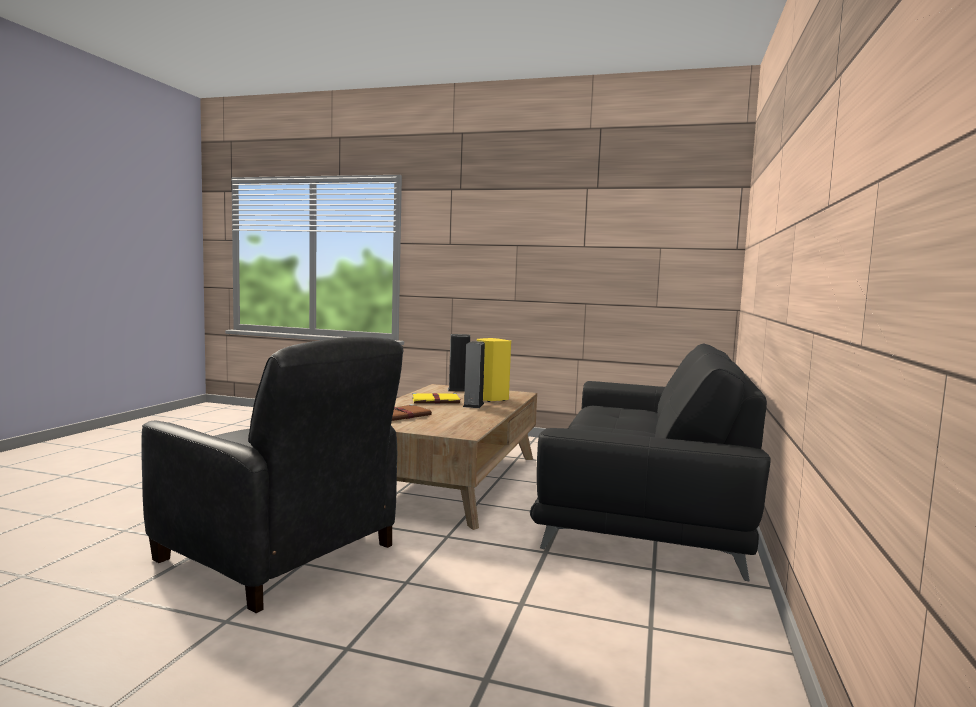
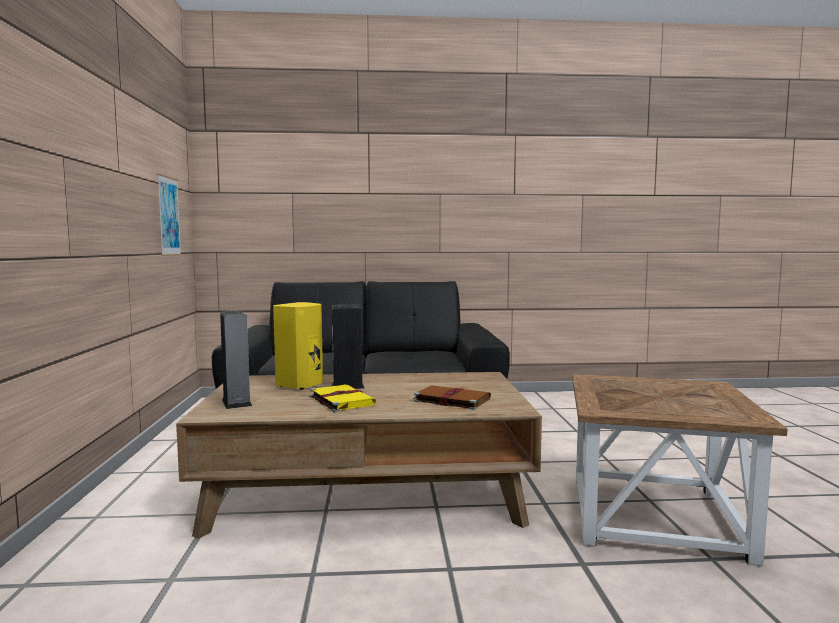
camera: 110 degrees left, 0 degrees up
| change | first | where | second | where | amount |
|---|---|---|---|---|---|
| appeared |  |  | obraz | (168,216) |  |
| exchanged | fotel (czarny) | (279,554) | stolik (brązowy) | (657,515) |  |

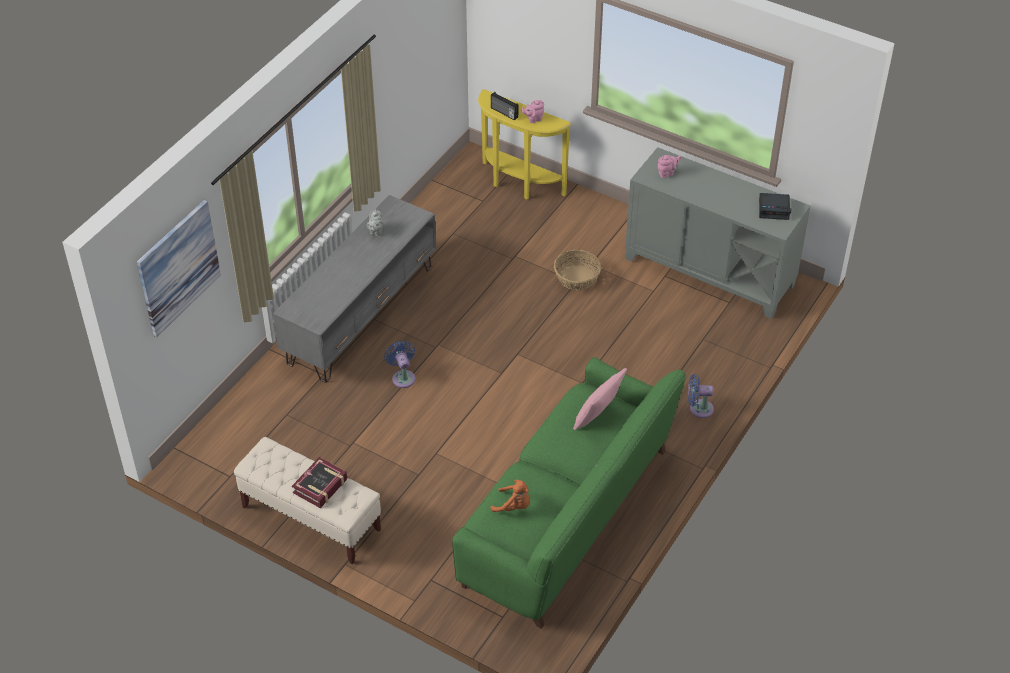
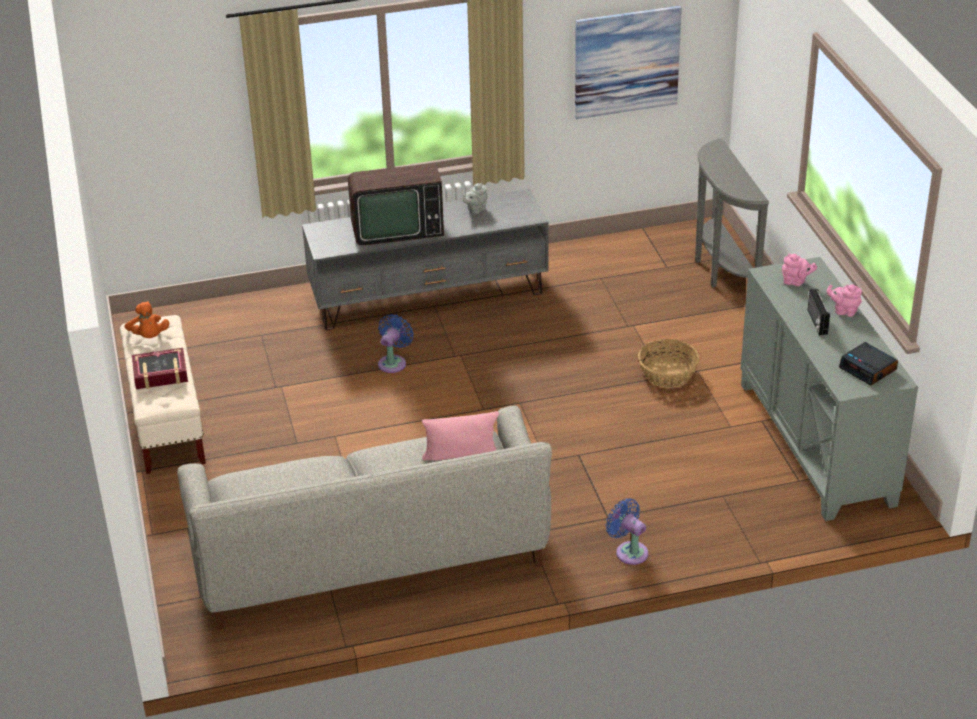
camera: 45 degrees right, 10 degrees down
| change | first | where | second | where | amount |
|---|---|---|---|---|---|
| relocated | pluszak (pomarańczowy) | (514,506) |  | (149,336) |  |
| colour | kanapa (zielony) | (567,517) | kanapa (szary) | (370,559) |  |
| appeared |  |  | telewizor | (395,228) |  |
| relocated | obraz | (178,267) |  | (626,61) |  |
| colour | stolik konsolowy (żółty) | (518,185) | stolik konsolowy (szary) | (720,271) |  |
| relocated | radio | (504,113) |  | (816,322) |  |
| relocated | imbryk (różowy) | (533,119) |  | (844,311) |  |

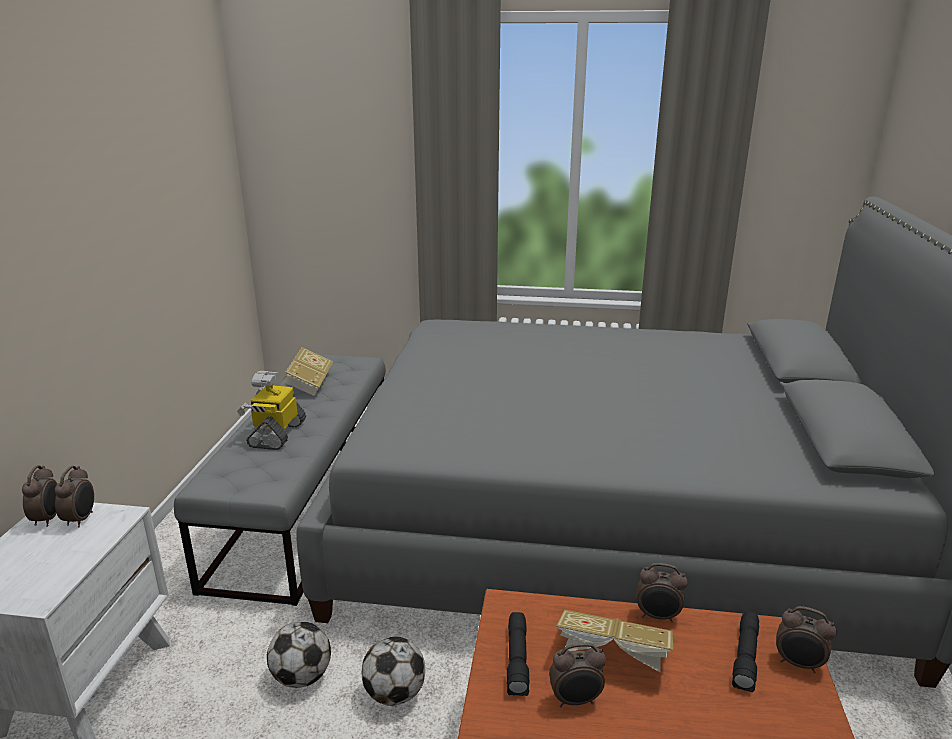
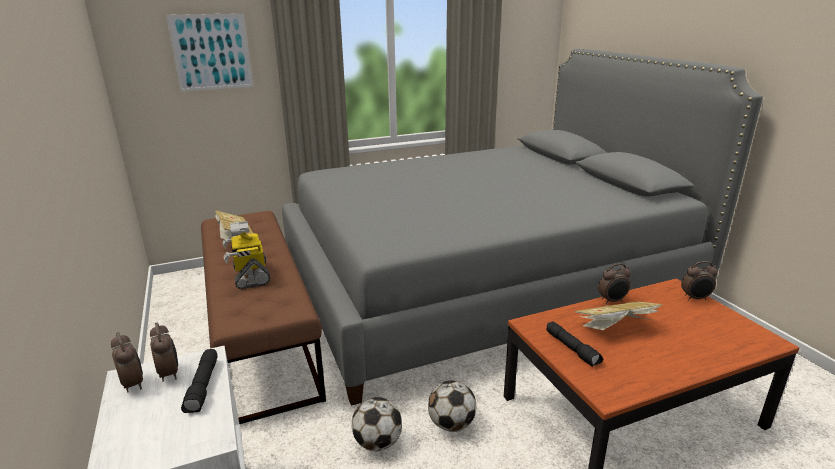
camera: 30 degrees left, 0 degrees up
| change | first | where | second | where | amount |
|---|---|---|---|---|---|
| appeared |  |  | obraz | (211,52) |  |
| relocated | latarka (czarny) | (746,658) |  | (203,386) |  |
| colour | ławka (szary) | (306,500) | ławka (brązowy) | (260,332) |  |
| missing | budzik | (575,701) |  |  |  |

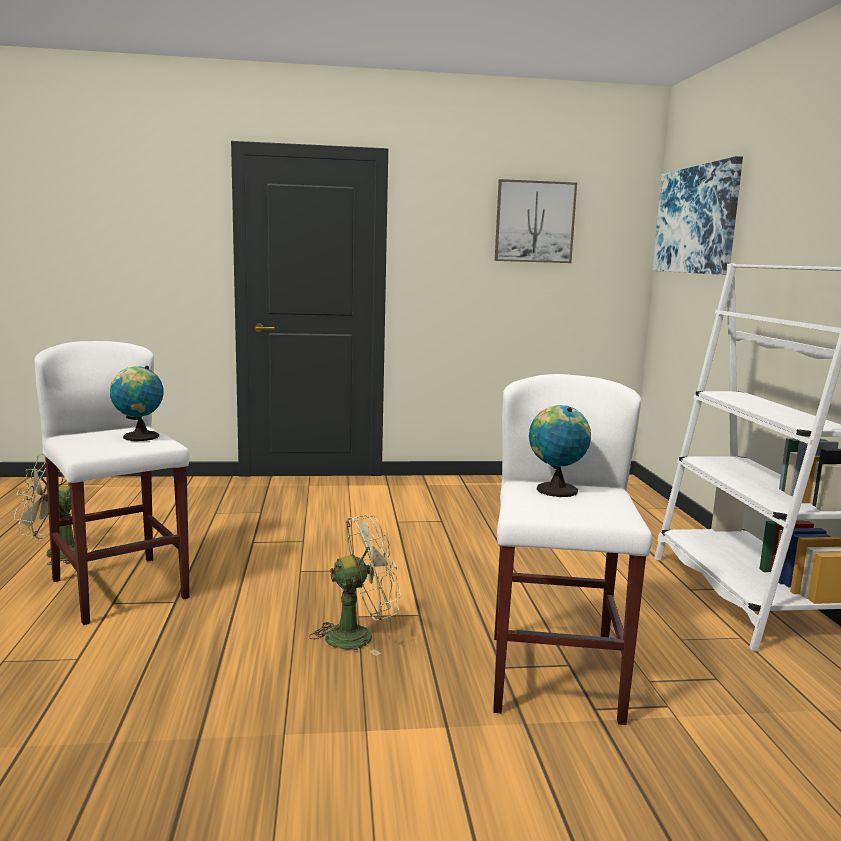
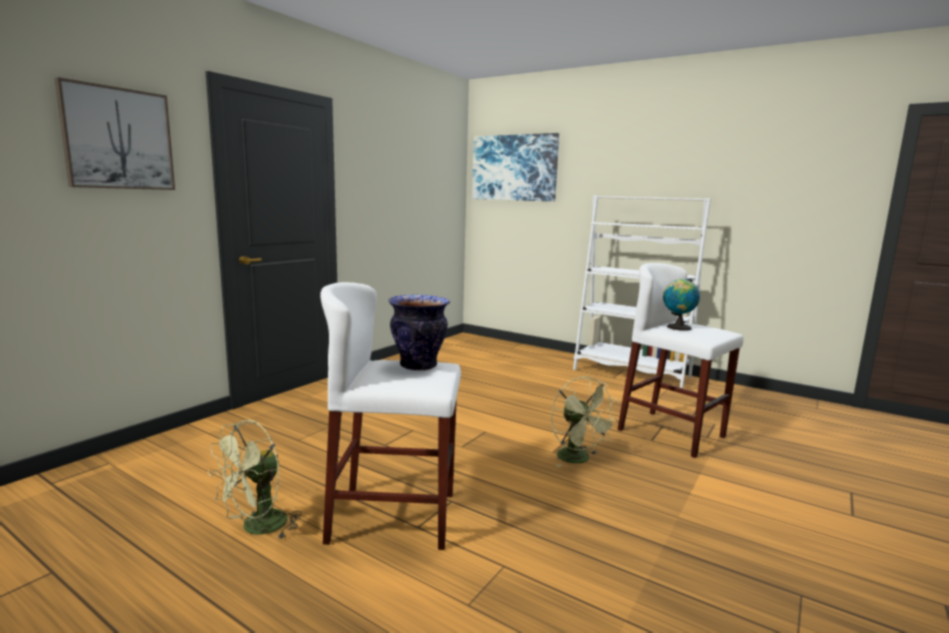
camera: 50 degrees left, 0 degrees up
| change | first | where | second | where | amount |
|---|---|---|---|---|---|
| relocated | obraz | (534,222) |  | (118,139) |  |
| exchanged | globus | (138,437) | wazon | (419,366) |  |
| spun | wentylator (zielony) | (359,635) |  | (579,460) | 135 degrees clockwise |

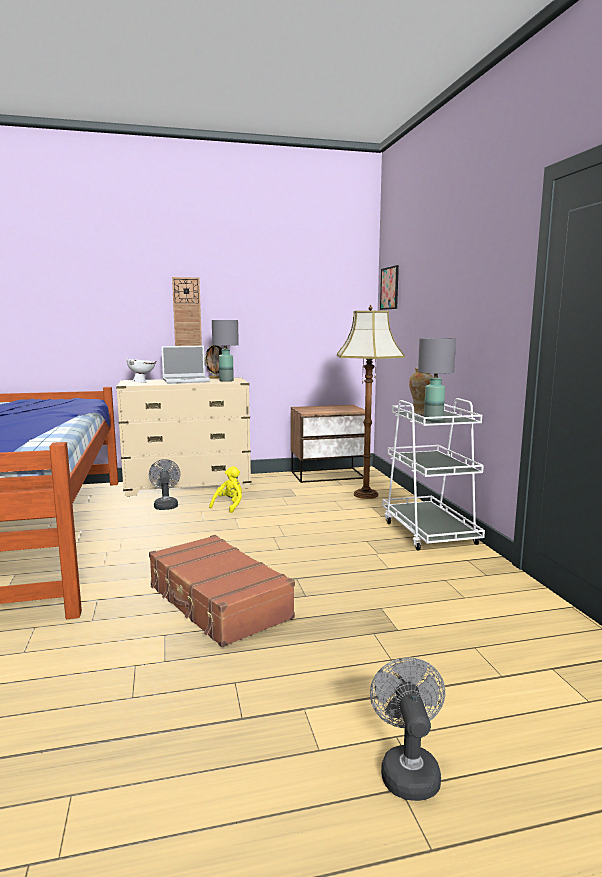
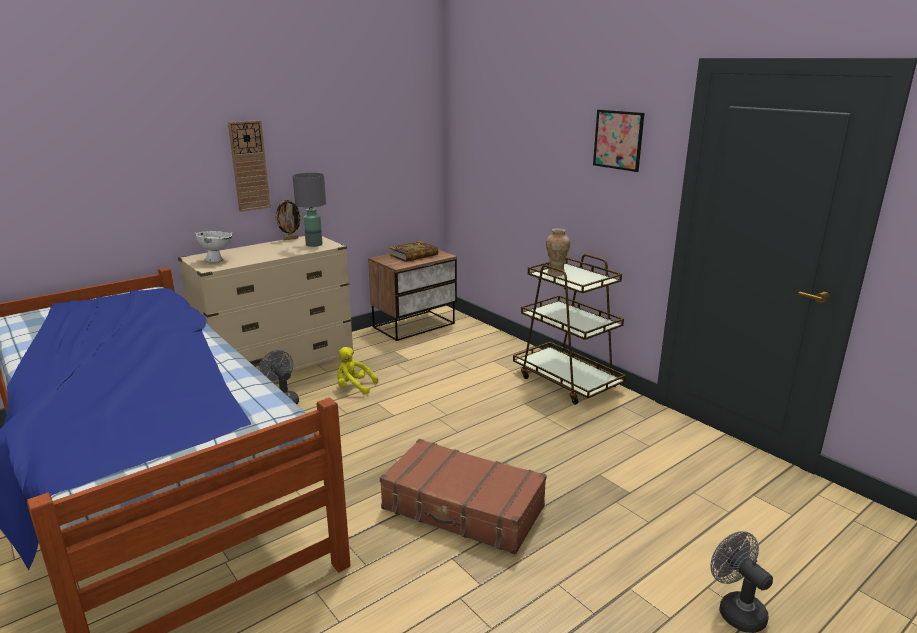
camera: 25 degrees left, 10 degrees up
| change | first | where | second | where | amount |
|---|---|---|---|---|---|
| spun | pluszak (żółty) | (229,506) |  | (354,387) | 75 degrees counterclockwise |
| appeared |  |  | książka | (414,255) |  |
| colour | wózek (biały) | (428,532) | wózek (brązowy) | (567,381) |  |
| relocated | obraz | (389,288) |  | (618,140) |  |
| missing | laptop | (186,381) |  |  |  |
| missing | lampa stojąca | (367,494) |  |  |  |
| missing | lampa stołowa (szary) | (433,419) |  |  |  |

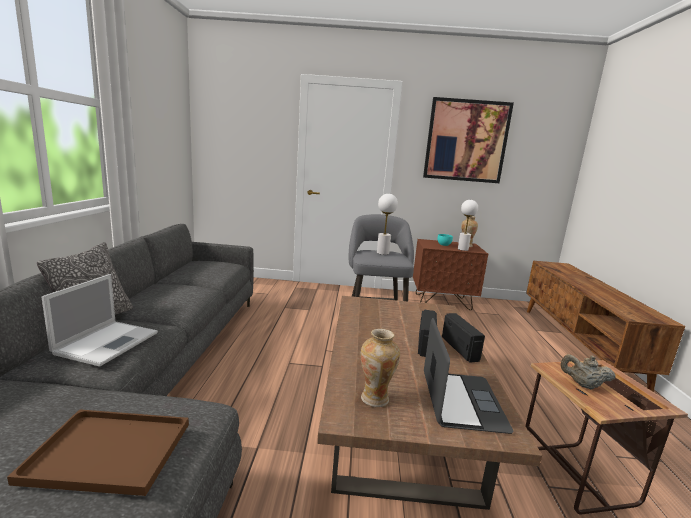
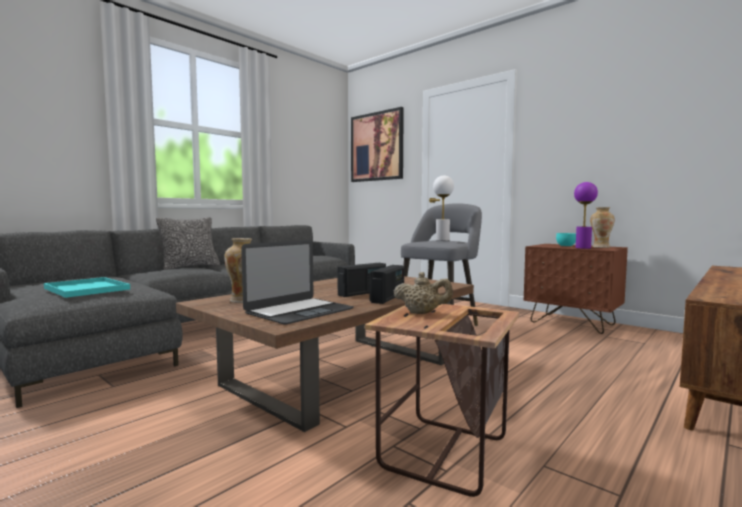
camera: 40 degrees right, 10 degrees down
| change | first | where | second | where | amount |
|---|---|---|---|---|---|
| colour | taca (brązowy) | (112,450) | taca (turkusowy) | (88,289) |  |
| relocated | obraz | (466,141) |  | (376,146) |  |
| spun | imbryk (beżowy) | (583,385) |  | (422,313) | 135 degrees clockwise |
| colour | lampa stołowa (biały) | (463,249) | lampa stołowa (fioletowy) | (583,248) |  |
| missing | laptop | (108,342) |  |  |  |

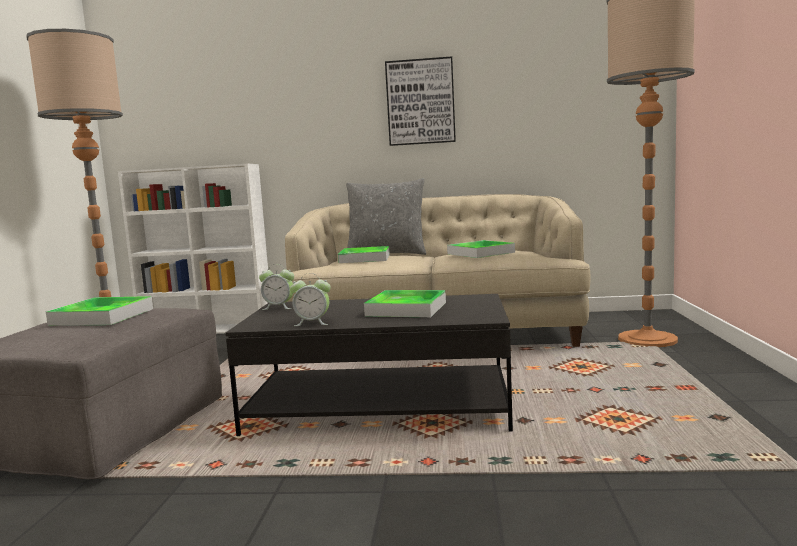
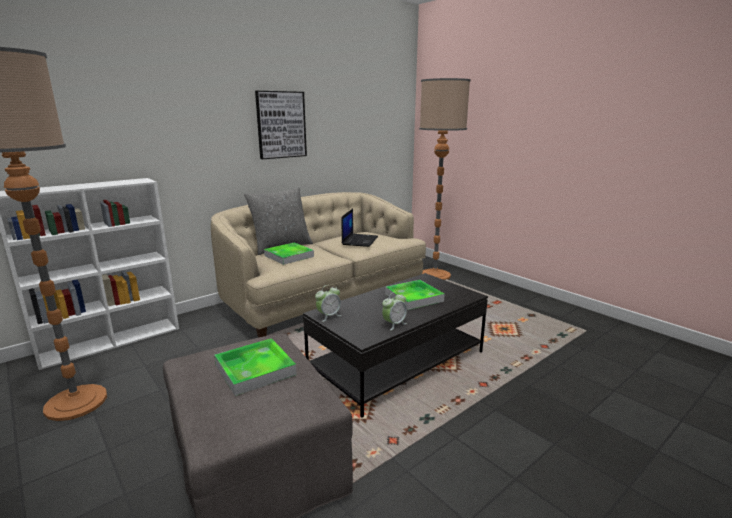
camera: 45 degrees left, 10 degrees up
| change | first | where | second | where | amount |
|---|---|---|---|---|---|
| exchanged | taca | (480,253) | laptop | (359,240) |  |

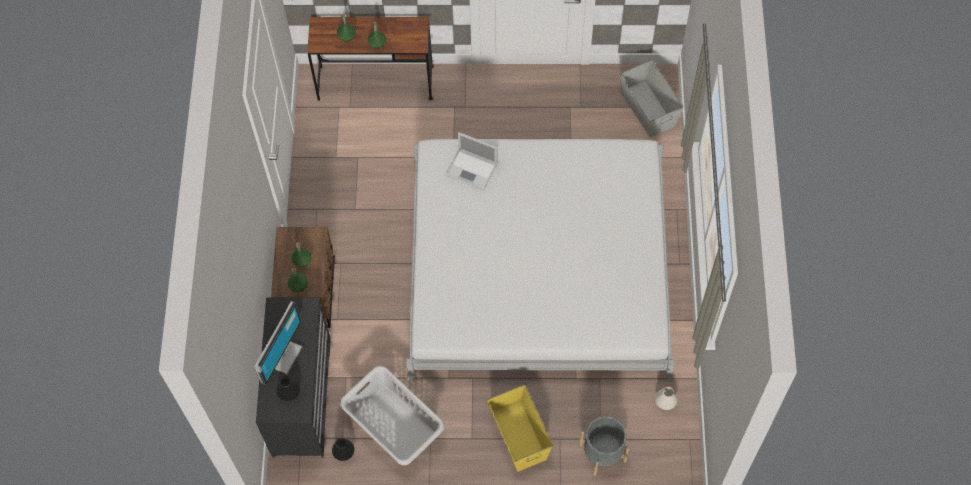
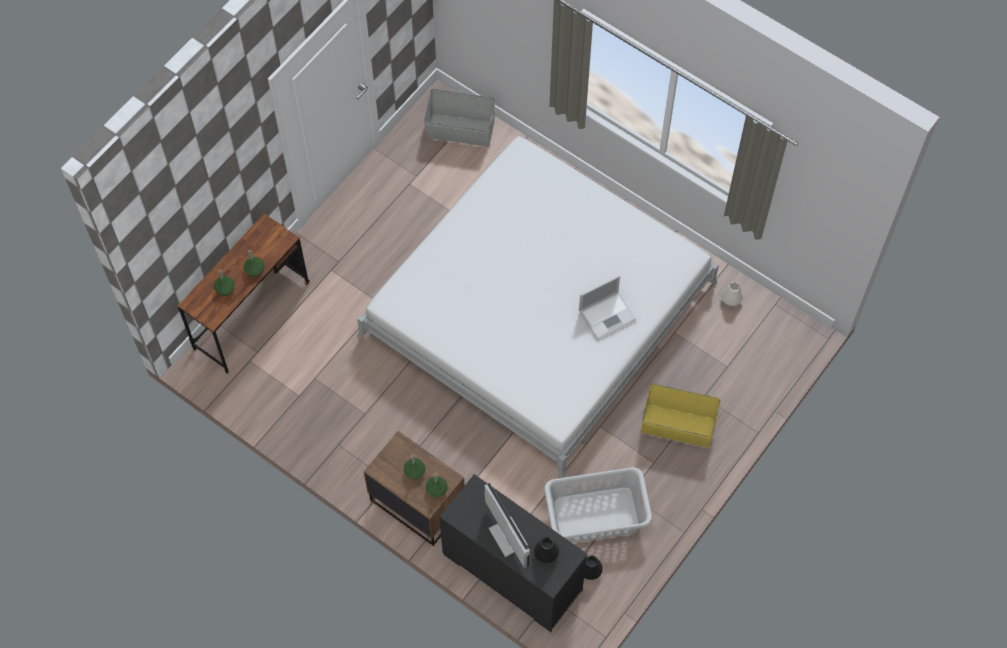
camera: 55 degrees left, 0 degrees up
| change | first | where | second | where | amount |
|---|---|---|---|---|---|
| relocated | laptop | (472,170) |  | (607,314) |  |
| missing | donica (szary) | (602,453) |  |  |  |

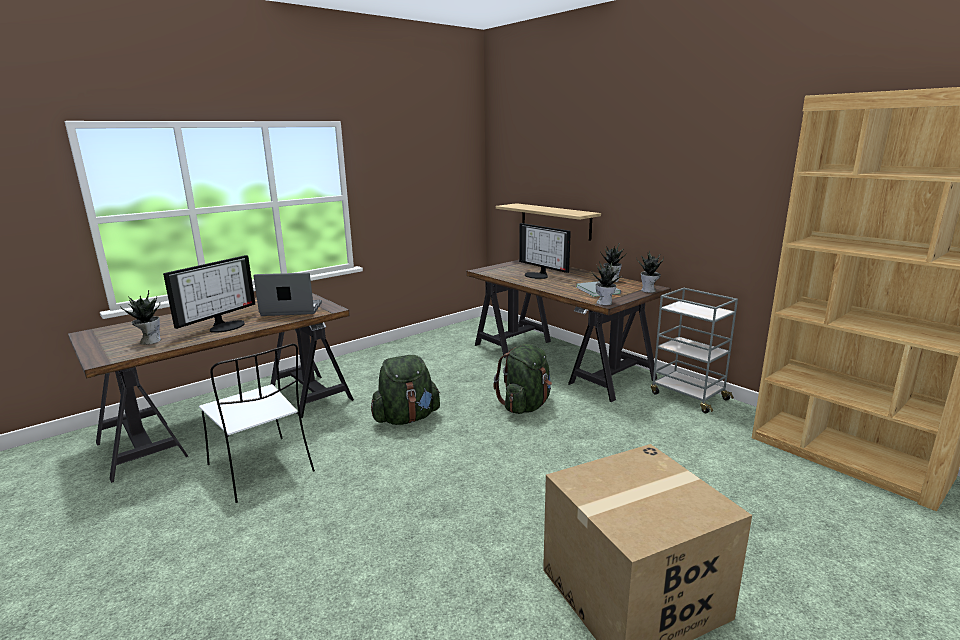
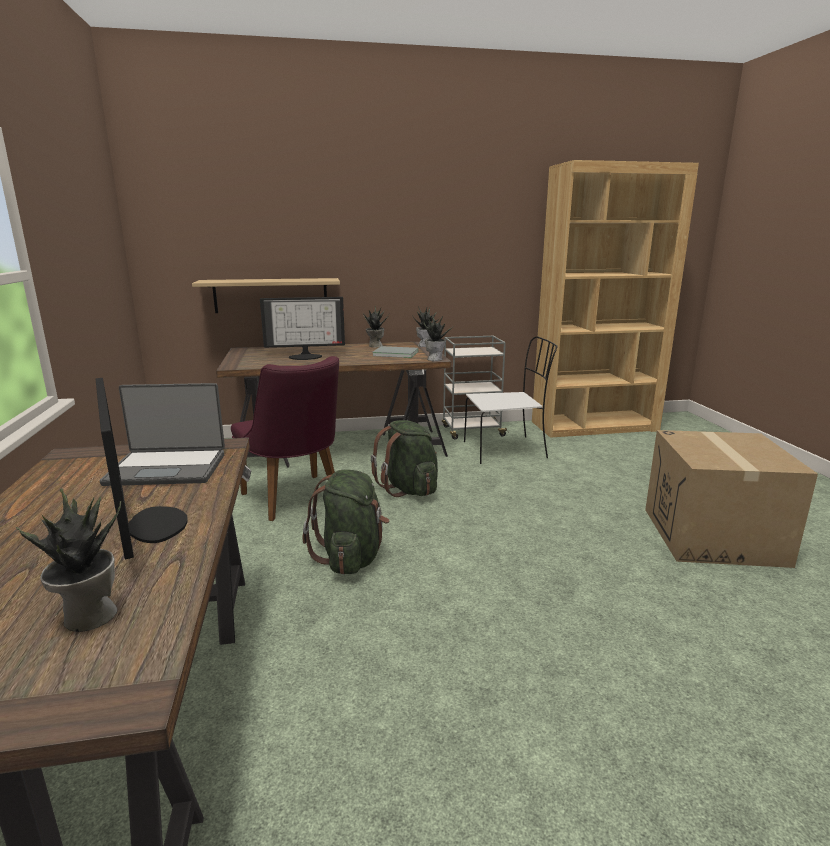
camera: 60 degrees left, 0 degrees up
| change | first | where | second | where | amount |
|---|---|---|---|---|---|
| spun | laptop | (291,310) |  | (168,468) | 120 degrees counterclockwise |
| appeared |  |  | krzesło (fioletowy) | (296,501) |  |
| relocated | krzesło (biały) | (262,469) |  | (506,450) |  |

